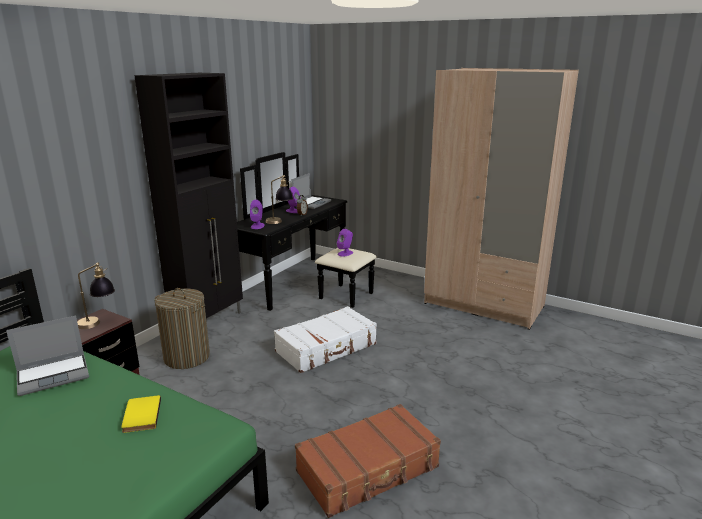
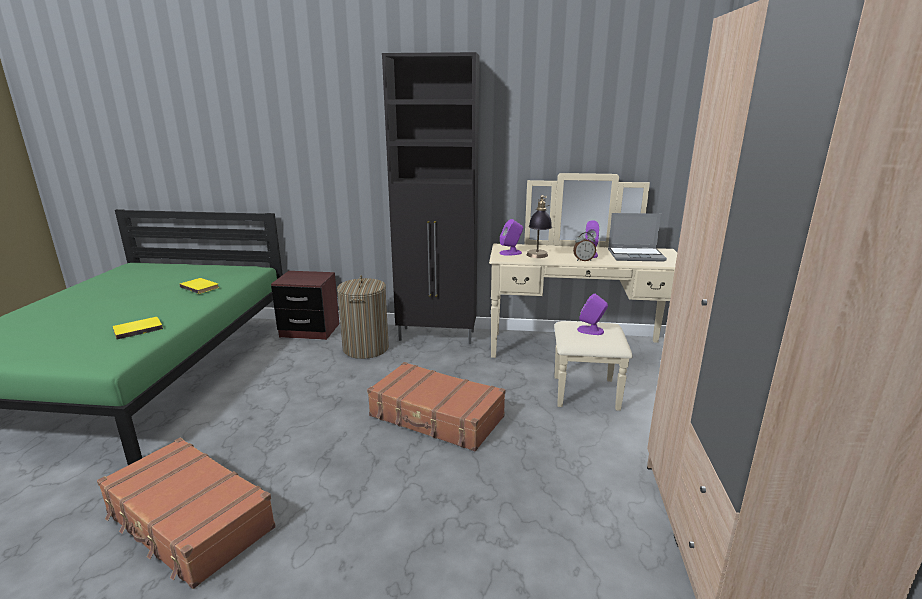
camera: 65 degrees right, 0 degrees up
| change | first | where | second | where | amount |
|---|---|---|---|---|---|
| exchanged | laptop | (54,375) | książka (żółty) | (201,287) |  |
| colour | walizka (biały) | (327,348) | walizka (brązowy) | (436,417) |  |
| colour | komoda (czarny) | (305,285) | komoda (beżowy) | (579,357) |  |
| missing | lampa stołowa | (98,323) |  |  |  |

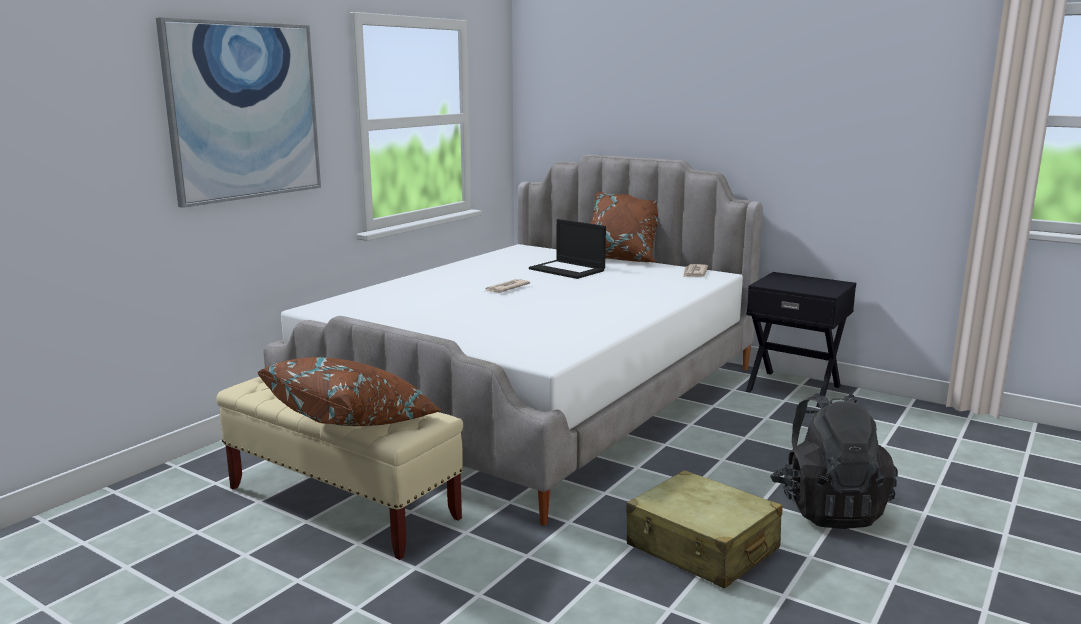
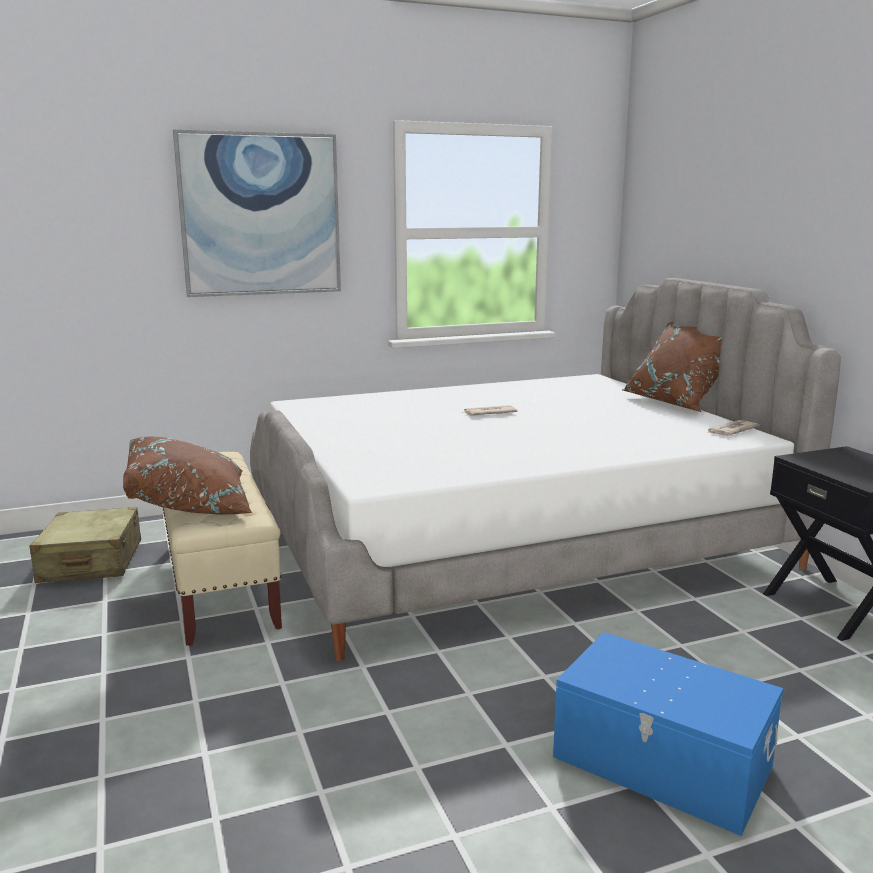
camera: 35 degrees right, 0 degrees up
| change | first | where | second | where | amount |
|---|---|---|---|---|---|
| relocated | walizka (beżowy) | (702,548) |  | (91,562) |  |
| exchanged | plecak (czarny) | (828,509) | pojemnik do przechowywania (niebieski) | (661,763) |  |
| missing | laptop | (568,270) |  |  |  |

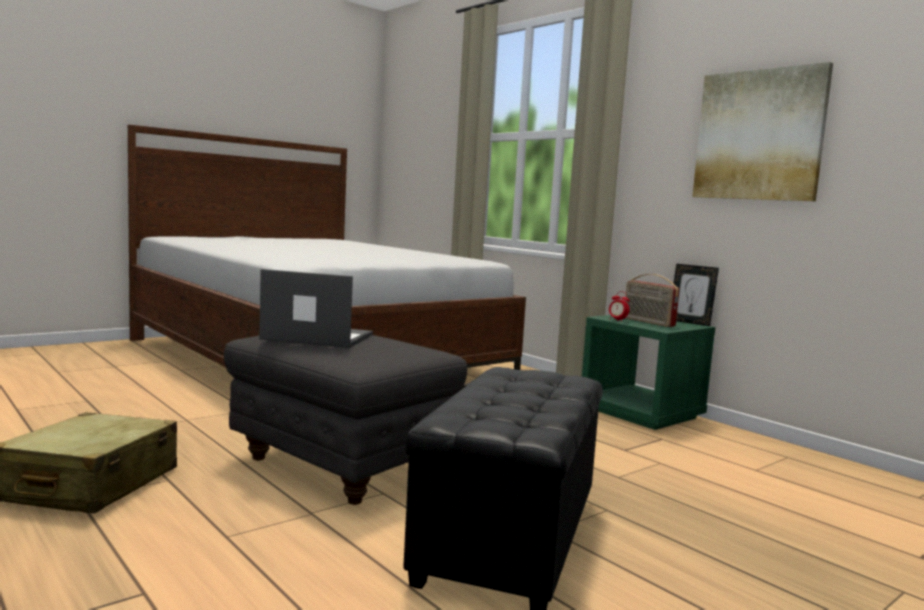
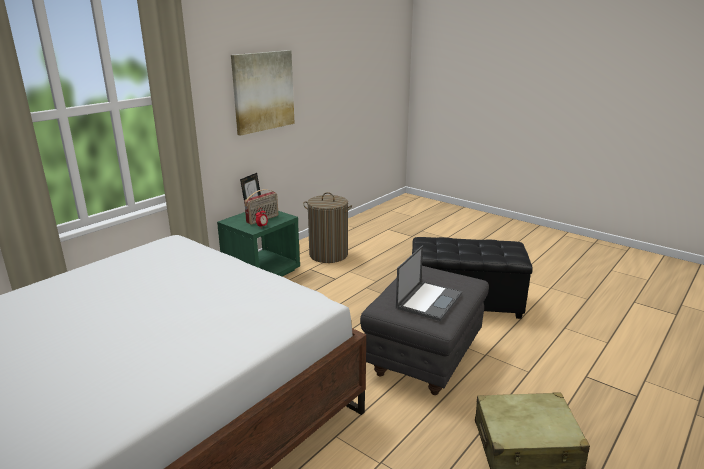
camera: 100 degrees left, 15 degrees up
| change | first | where | second | where | amount |
|---|---|---|---|---|---|
| appeared |  |  | kosz na pranie | (328,255) |  |
| spun | laptop | (316,337) |  | (429,300) | 150 degrees counterclockwise |

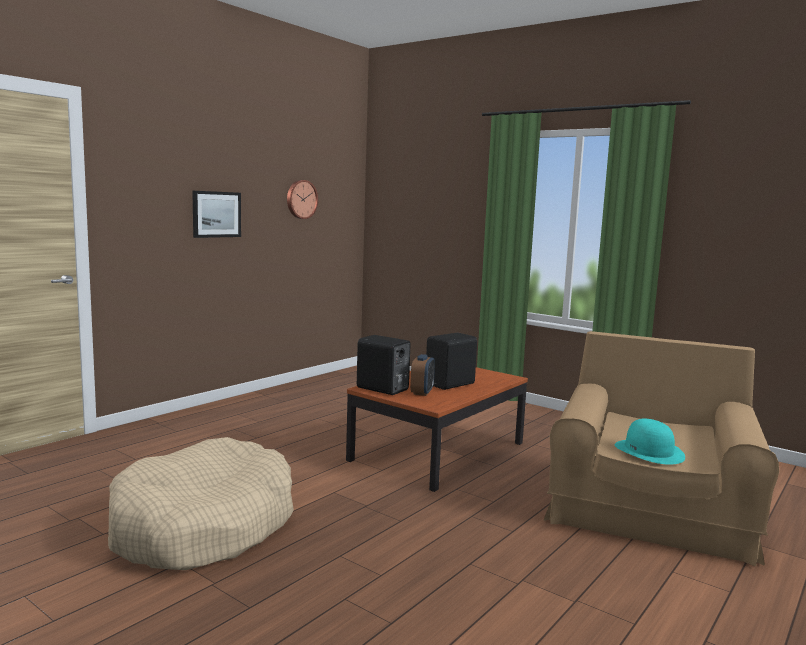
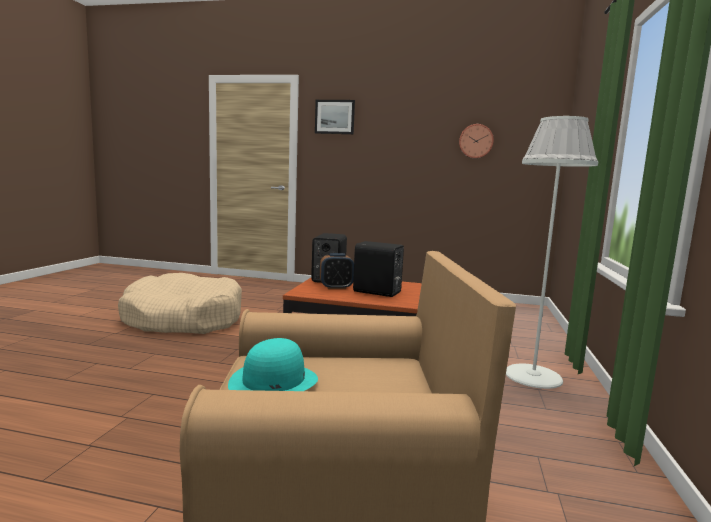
camera: 65 degrees right, 0 degrees up
| change | first | where | second | where | amount |
|---|---|---|---|---|---|
| relocated | obraz | (216,214) |  | (334,117) |  |
| appeared |  |  | lampa stojąca (biały) | (533,376) |  |

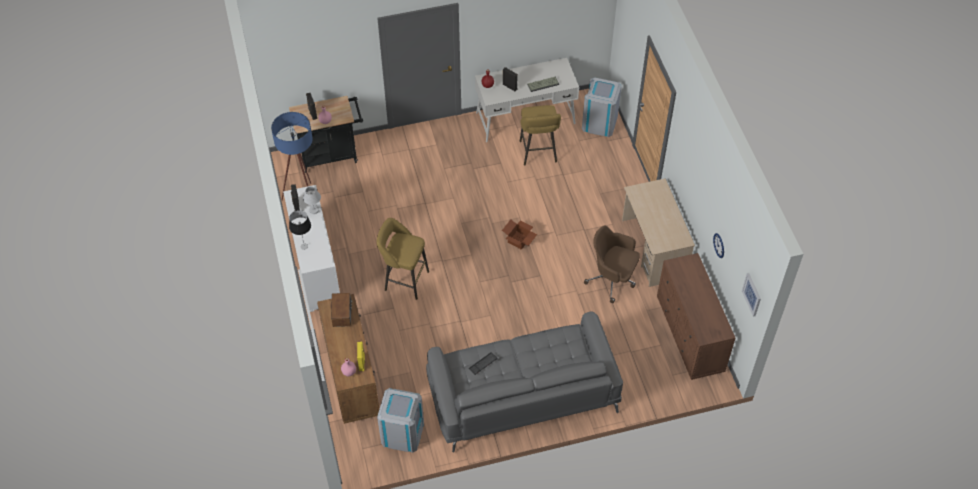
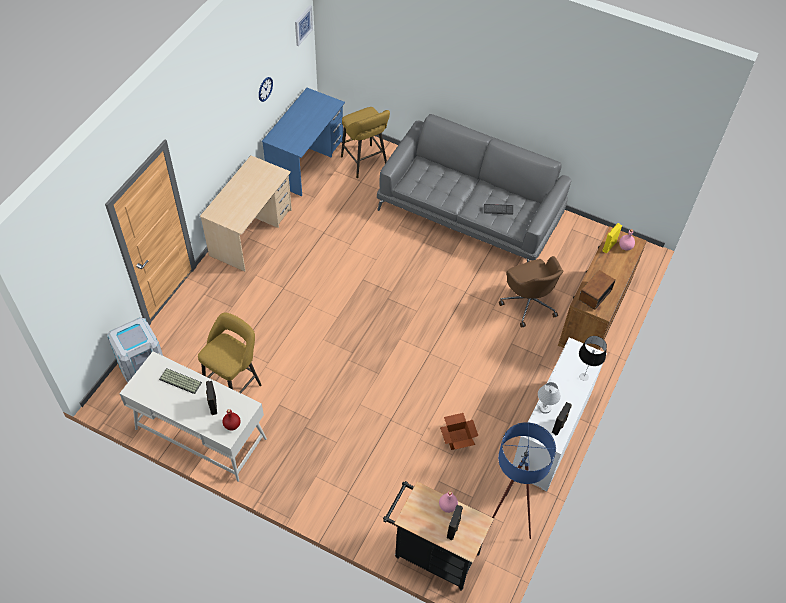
camera: 140 degrees left, 0 degrees up
| change | first | where | second | where | amount |
|---|---|---|---|---|---|
| exchanged | komoda (brązowy) | (690,335) | biurko (niebieski) | (306,162) |  |
| relocated | stołek (żółty) | (404,280) |  | (365,163) |  |
| relocated | karton | (519,241) |  | (458,438) |  |
| relocated | krzesło biurowe (brązowy) | (612,279) |  | (528,302) |  |
| missing | kosz na śmieci (szary) | (402,433) |  |  |  |

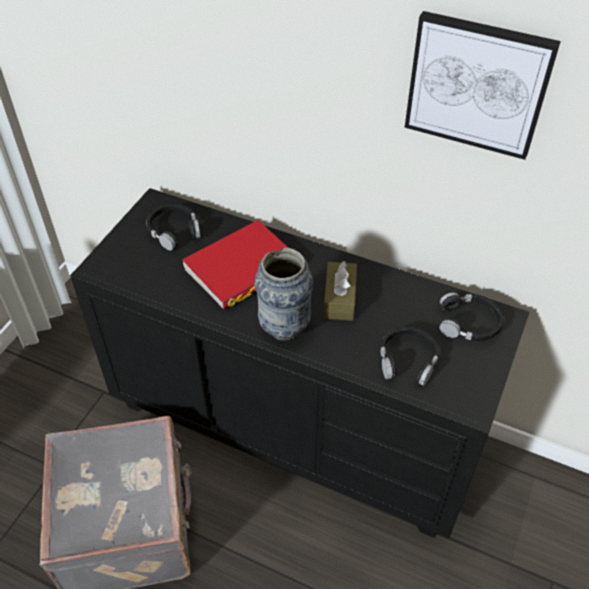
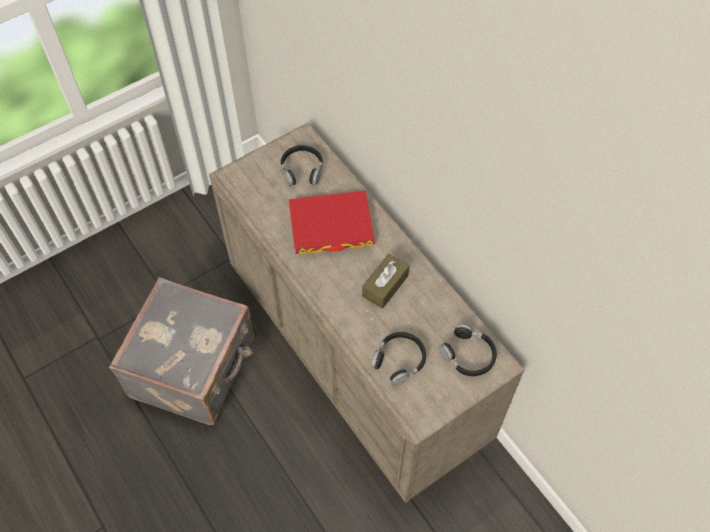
camera: 30 degrees right, 10 degrees up
| change | first | where | second | where | amount |
|---|---|---|---|---|---|
| colour | komoda (czarny) | (295,423) | komoda (beżowy) | (355,354) |  |
| missing | wazon | (284,327) |  |  |  |
| missing | obraz | (477,84) |  |  |  |

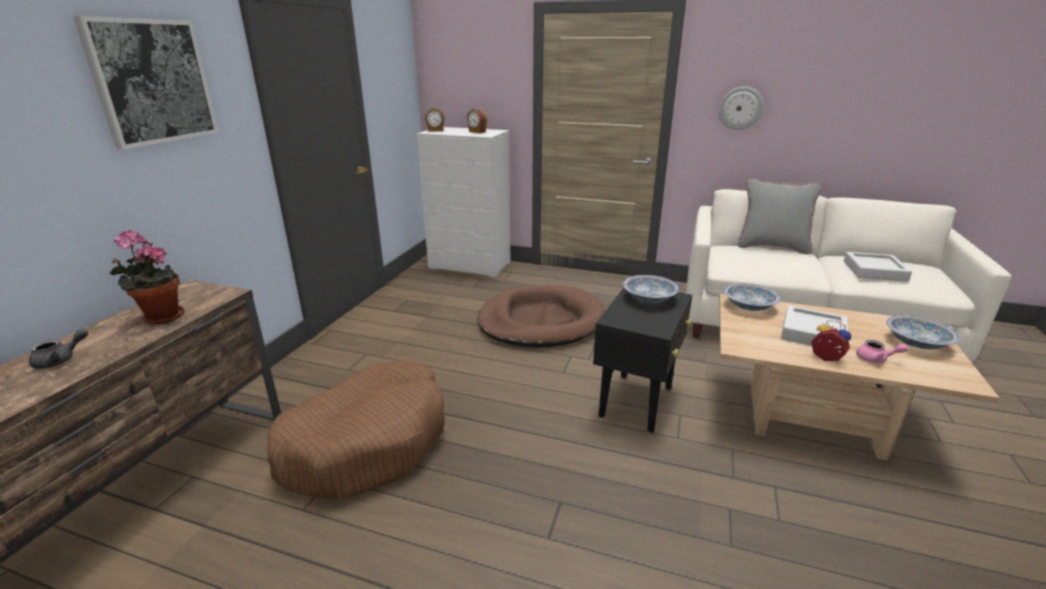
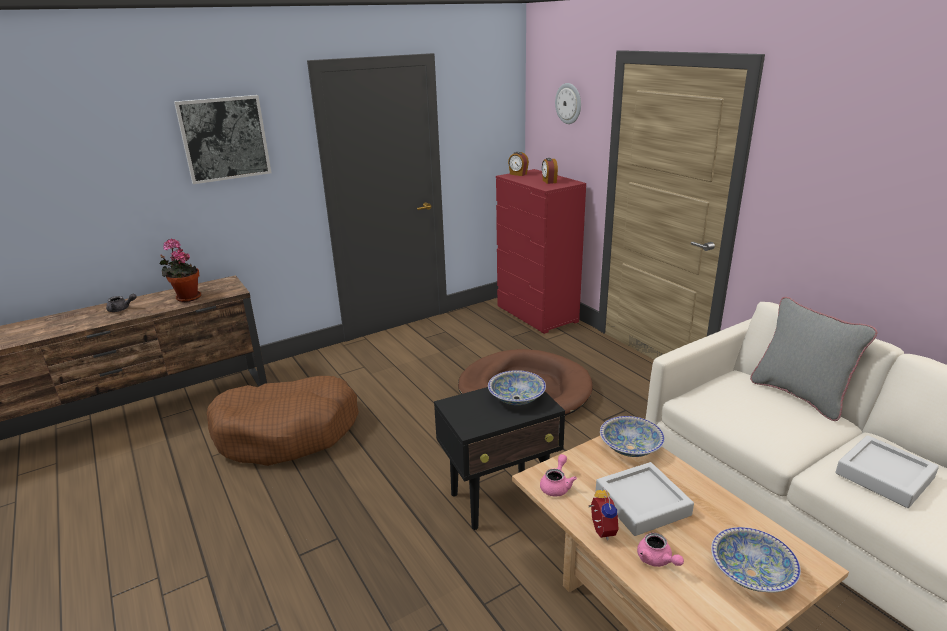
camera: 40 degrees right, 0 degrees up
| change | first | where | second | where | amount |
|---|---|---|---|---|---|
| colour | komoda (biały) | (470,265) | komoda (czerwony) | (537,315) |  |
| appeared |  |  | imbryk (różowy) | (556,485) |  |
| relocated | zegar ścienny | (740,108) |  | (569,103) |  |

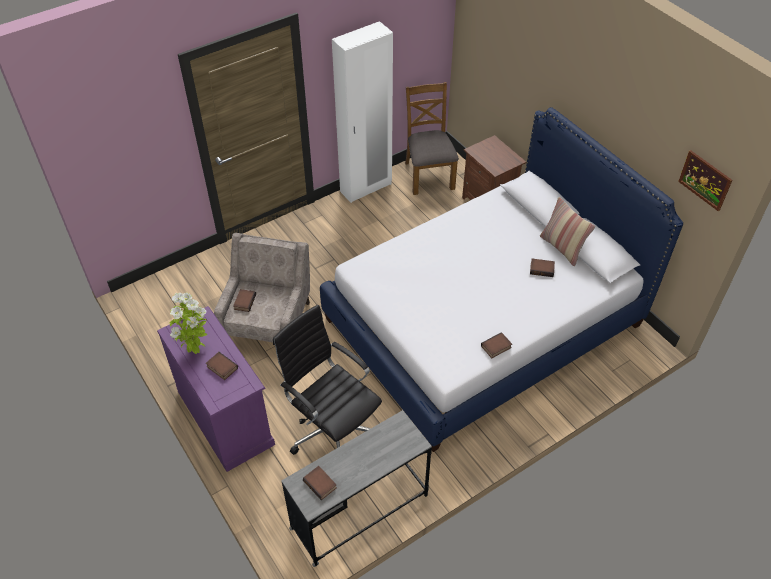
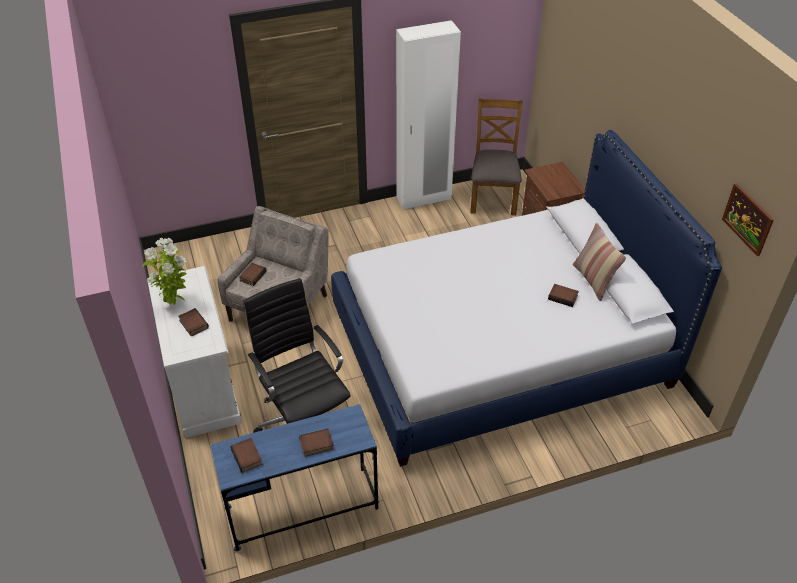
camera: 15 degrees right, 5 degrees down
| change | first | where | second | where | amount |
|---|---|---|---|---|---|
| colour | komoda (fioletowy) | (225,417) | komoda (biały) | (204,386) |  |
| colour | biurko (szary) | (360,512) | biurko (niebieski) | (302,508) |  |
| relocated | książka | (496,347) |  | (316,445) |  |

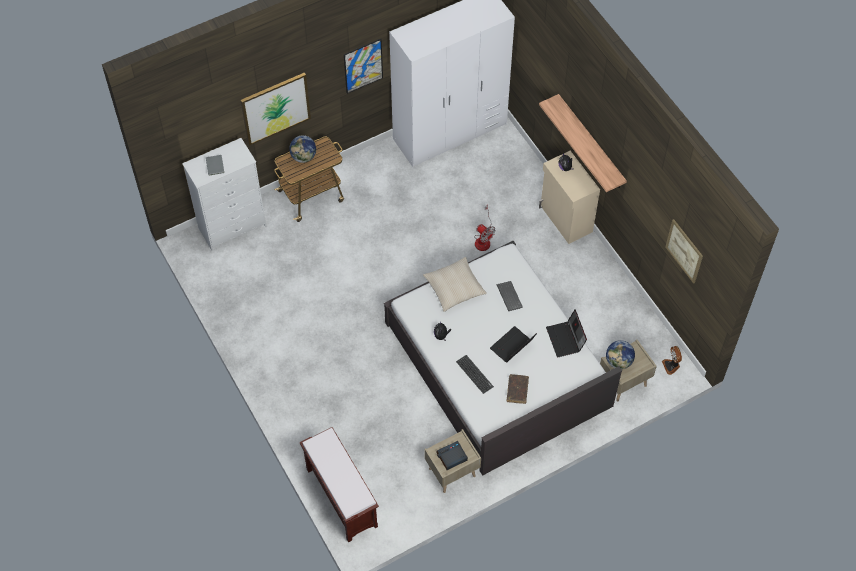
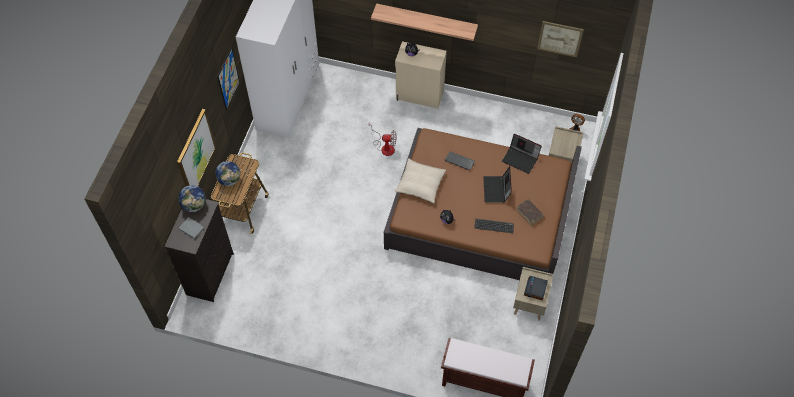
camera: 45 degrees left, 0 degrees up
| change | first | where | second | where | amount |
|---|---|---|---|---|---|
| colour | komoda (biały) | (233,227) | komoda (czarny) | (210,274) |  |
| relocated | globus | (619,361) |  | (194,205) |  |
| colour | łóżko (biały) | (497,364) | łóżko (brązowy) | (480,215) |  |

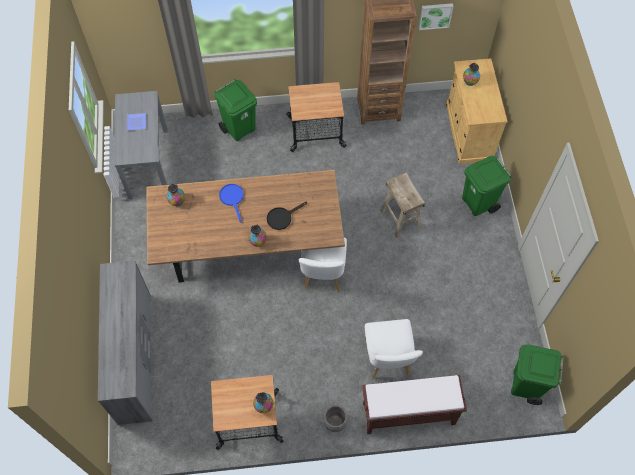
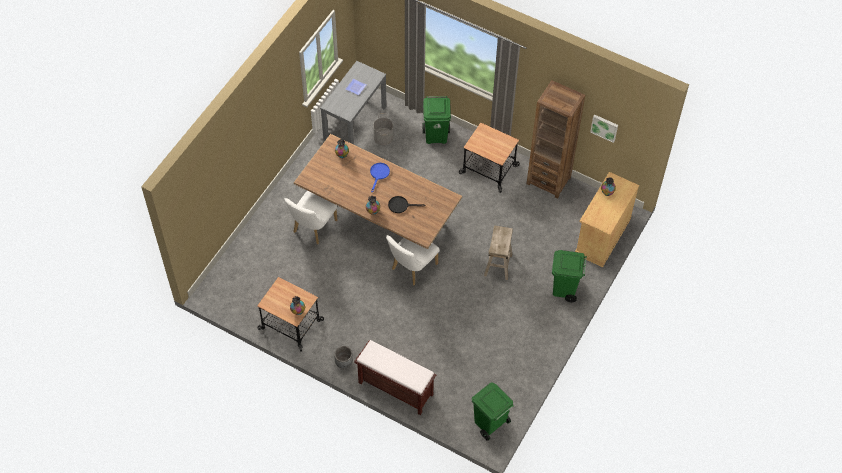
camera: 35 degrees right, 5 degrees down
| change | first | where | second | where | amount |
|---|---|---|---|---|---|
| relocated | krzesło (biały) | (388,360) |  | (312,228) |  |
| appeared |  |  | wiadro (szary) | (383,137) |  |
| missing | komoda (szary) | (135,357) |  |  |  |

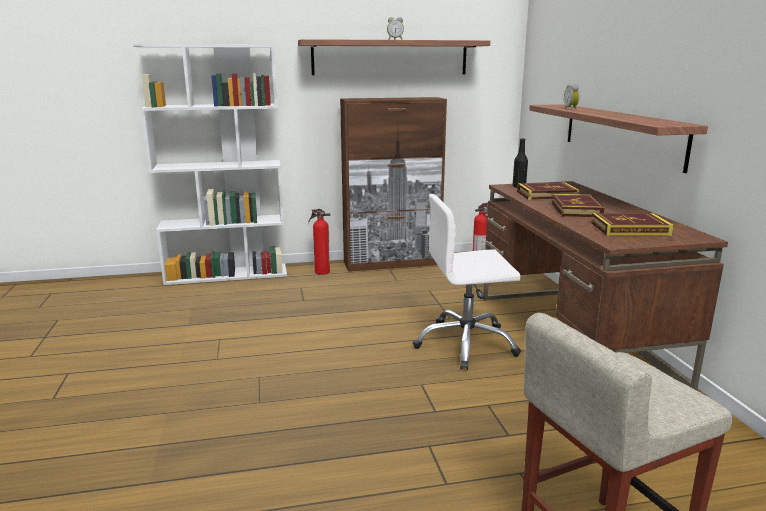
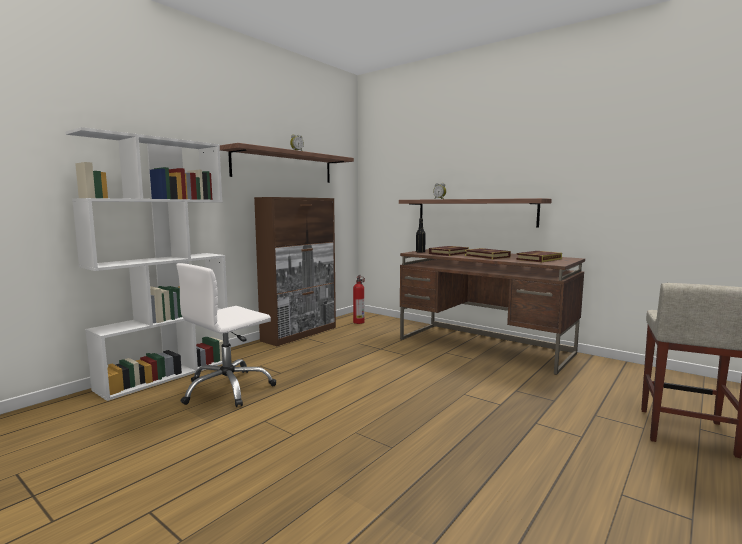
camera: 40 degrees left, 10 degrees down
| change | first | where | second | where | amount |
|---|---|---|---|---|---|
| relocated | krzesło biurowe (biały) | (466,344) |  | (228,389) |  |
| missing | gaśnica | (321,272) |  |  |  |

